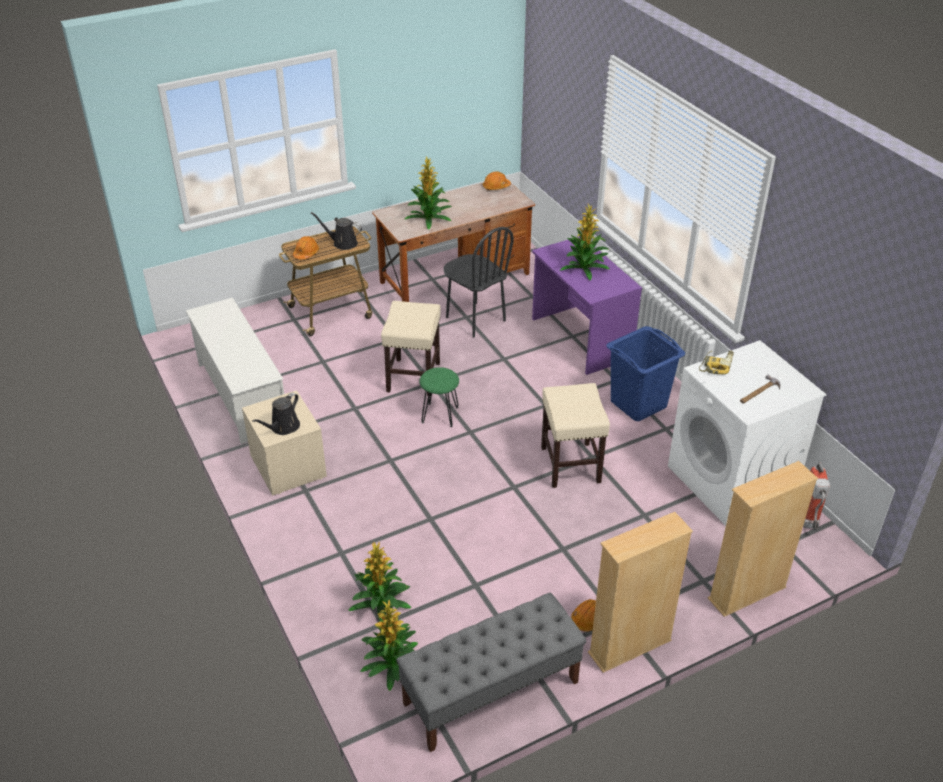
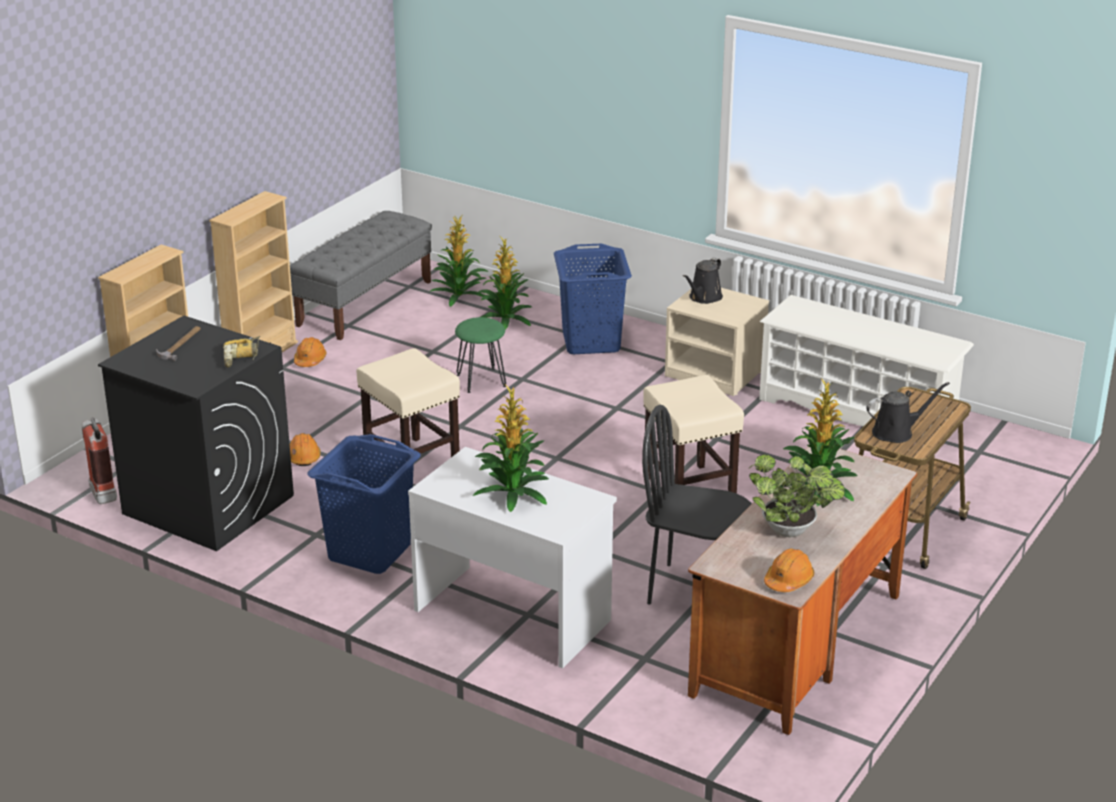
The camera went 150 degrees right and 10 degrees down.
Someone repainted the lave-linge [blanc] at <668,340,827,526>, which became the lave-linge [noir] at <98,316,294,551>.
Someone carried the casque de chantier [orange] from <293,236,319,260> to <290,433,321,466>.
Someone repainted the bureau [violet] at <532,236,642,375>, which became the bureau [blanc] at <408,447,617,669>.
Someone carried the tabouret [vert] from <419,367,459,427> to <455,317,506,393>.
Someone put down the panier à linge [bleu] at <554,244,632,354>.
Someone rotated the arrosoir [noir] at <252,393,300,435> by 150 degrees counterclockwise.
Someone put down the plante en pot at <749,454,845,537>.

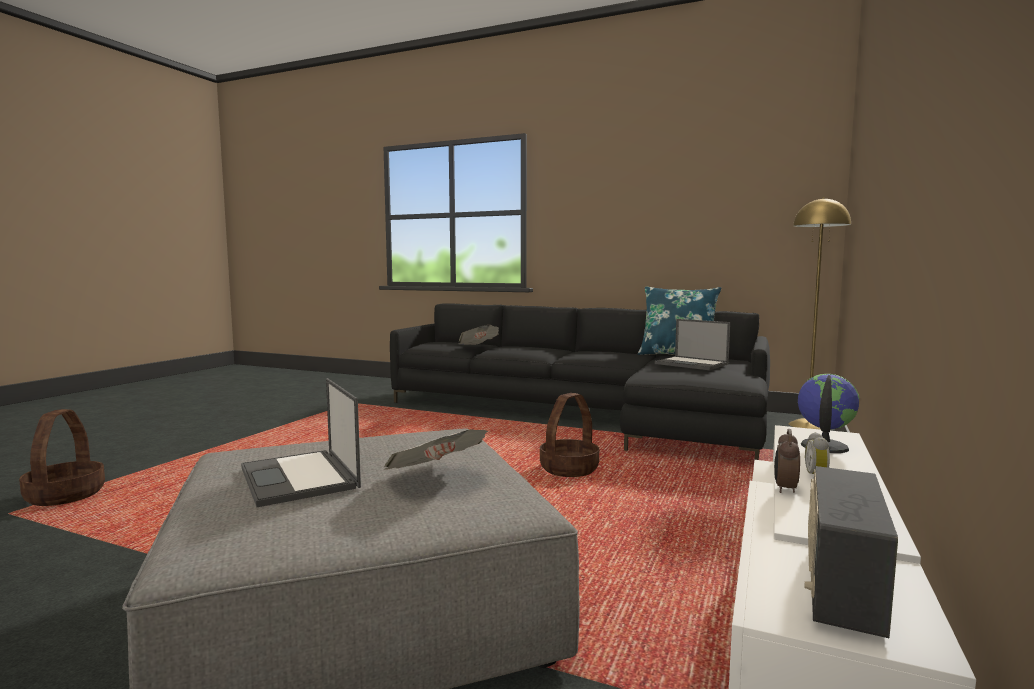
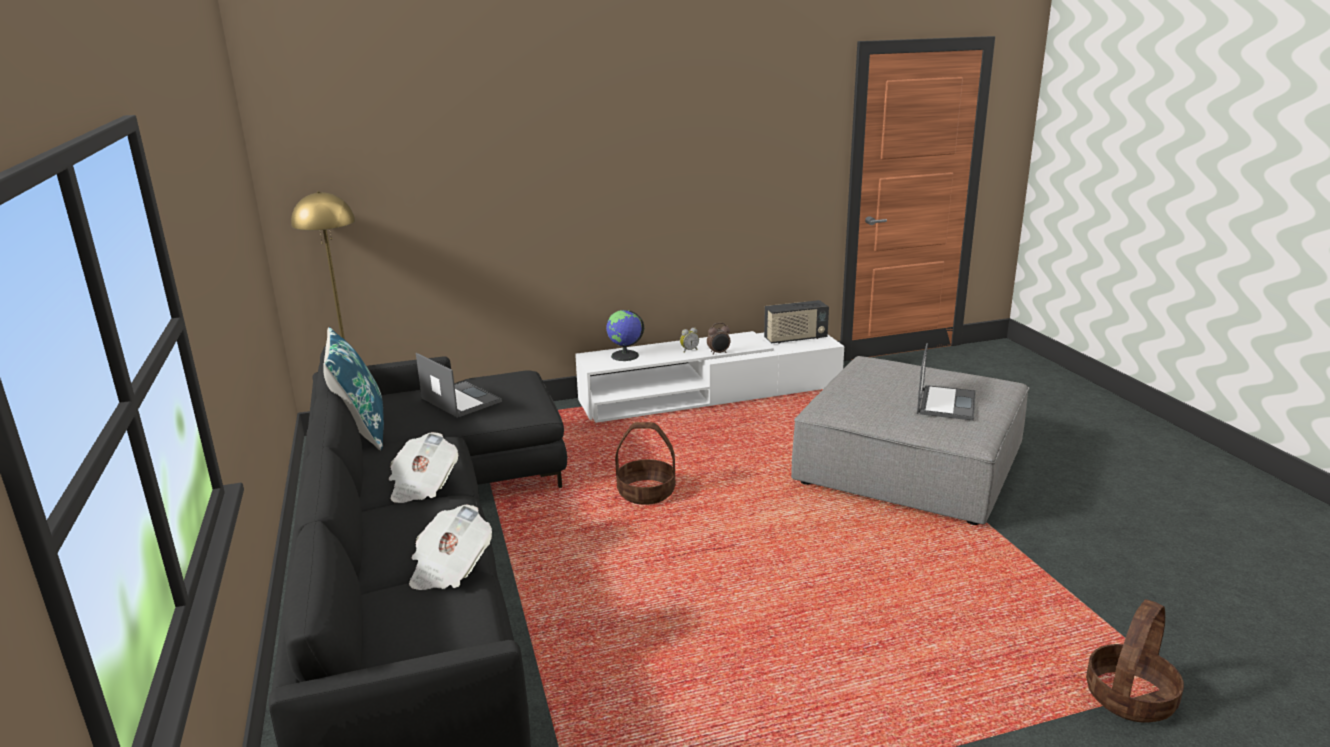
The camera went 130 degrees left and 15 degrees up.
Someone carried the journal from <384,429,488,469> to <389,432,459,503>.
Someone rotated the ordinateur portable at <655,319,730,370> by 45 degrees counterclockwise.

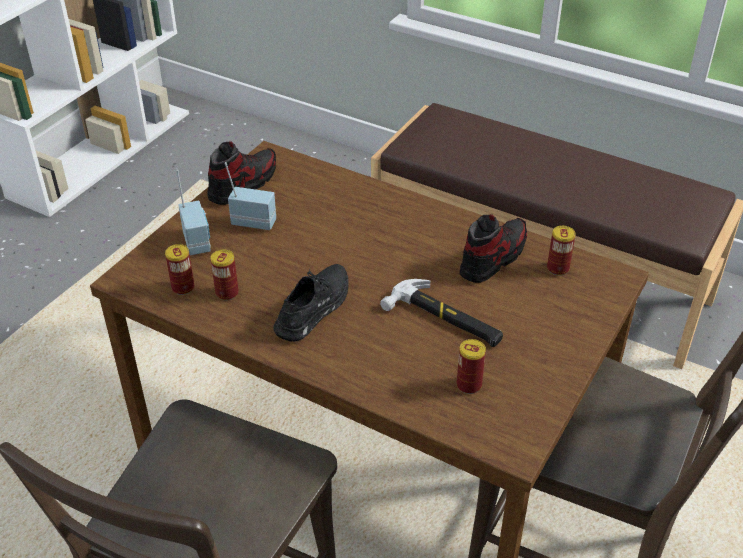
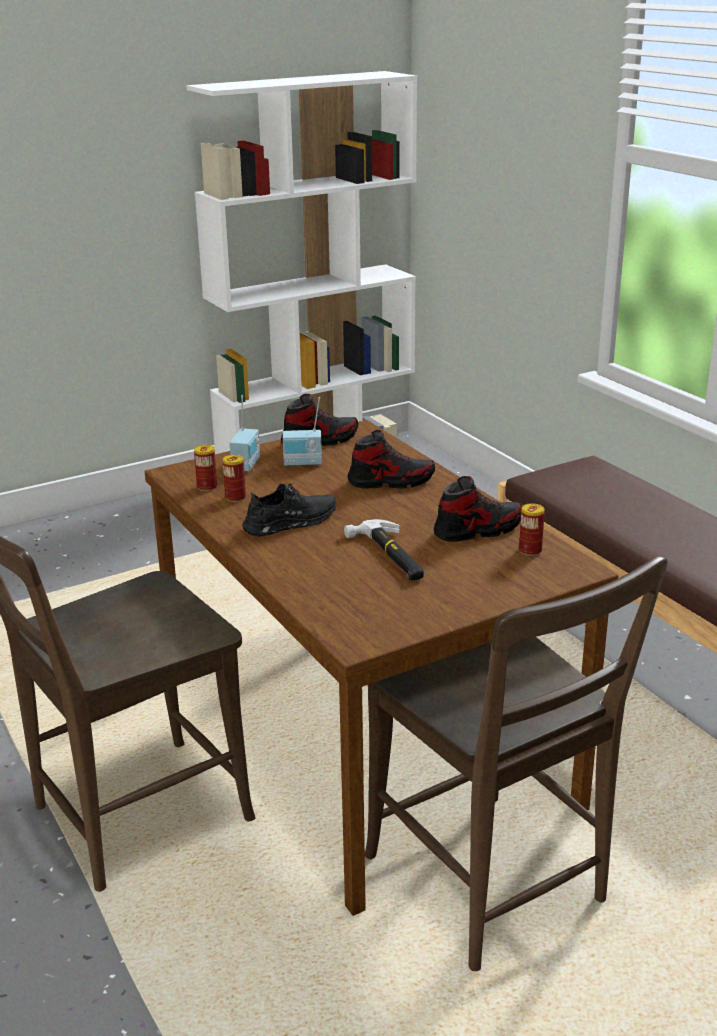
The camera went 30 degrees right and 15 degrees down.
Someone rotated the radio at <225,162,276,230> by 135 degrees clockwise.
Someone put down the chaussure at <348,430,435,489>.
Someone took away the boîte métallique at <457,339,486,394>.

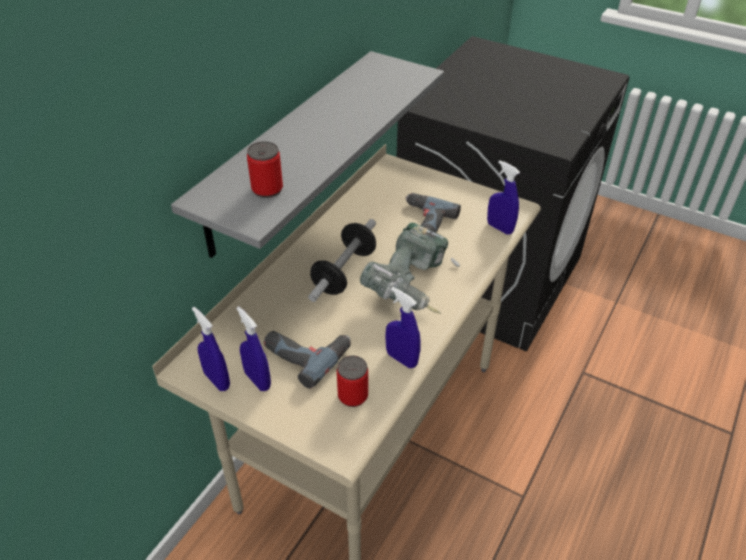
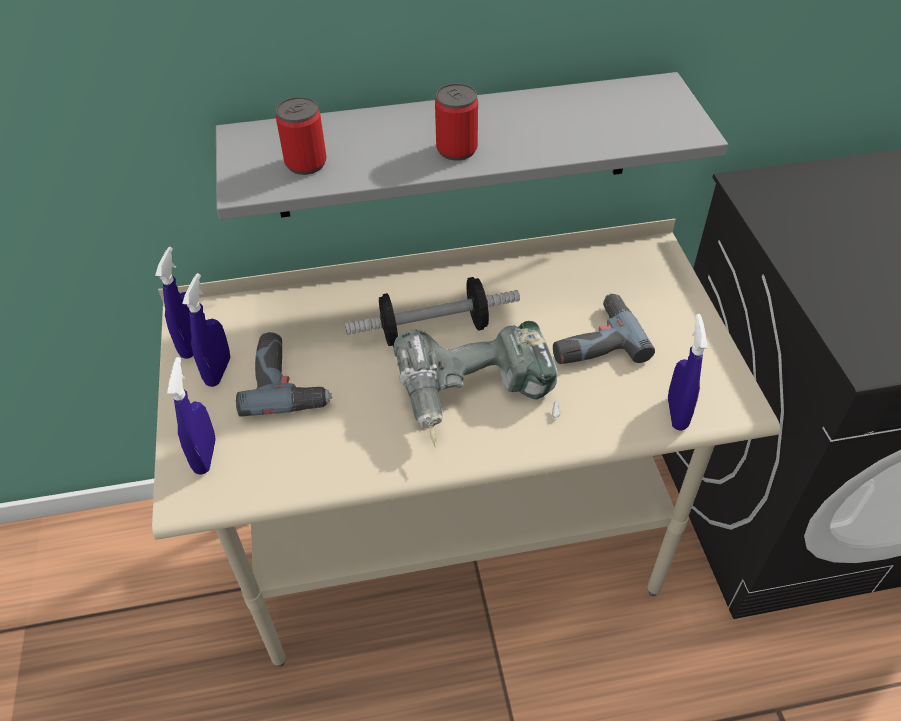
The camera went 50 degrees right and 5 degrees up.
Someone carried the vaporisateur [bleu] from <385,287,421,368> to <167,357,216,475>.
Someone carried the boîte métallique from <337,355,368,407> to <435,84,478,161>.

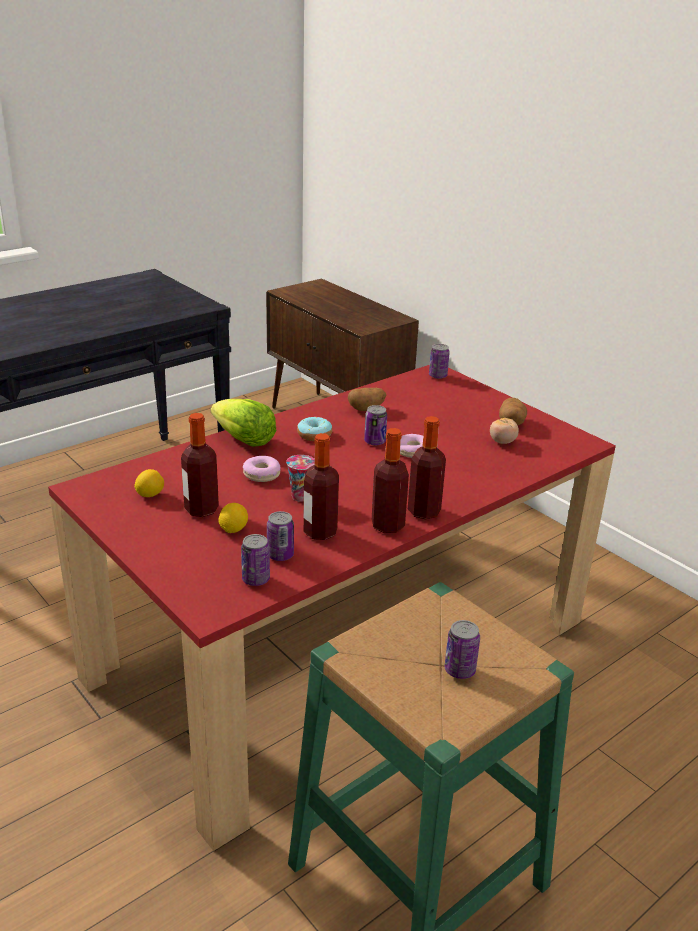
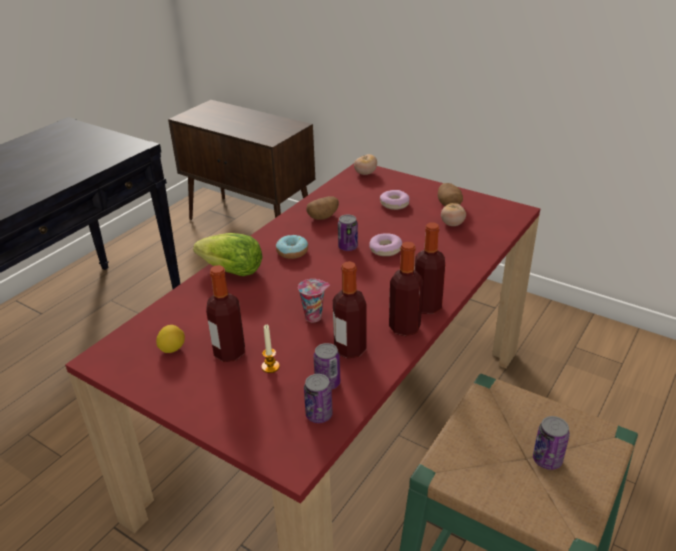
The camera went 15 degrees left and 5 degrees up.
Someone swapped the citron at <218,503,248,533> for the bougie at <261,325,280,373>.
Someone swapped the boîte métallique at <429,344,450,379> for the tomate at <354,154,377,175>.
Someone carried the beignet from <243,456,281,482> to <380,190,410,210>.

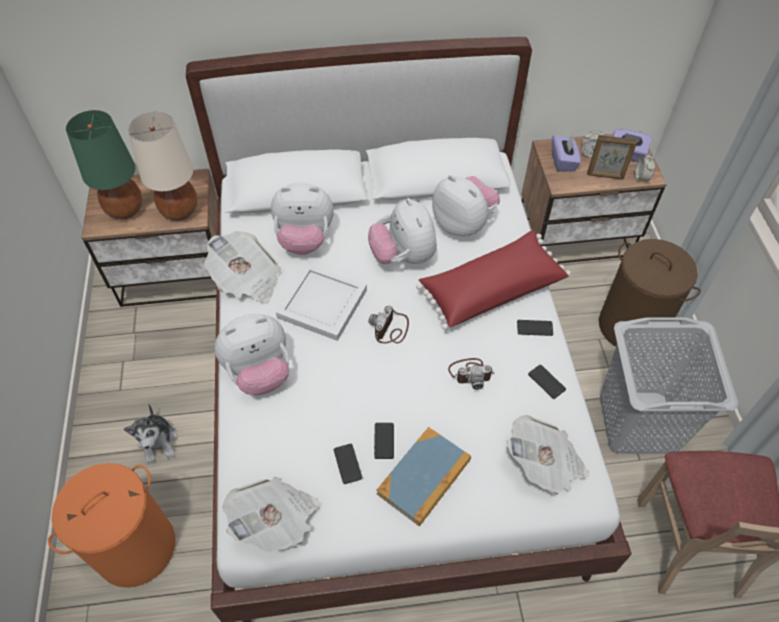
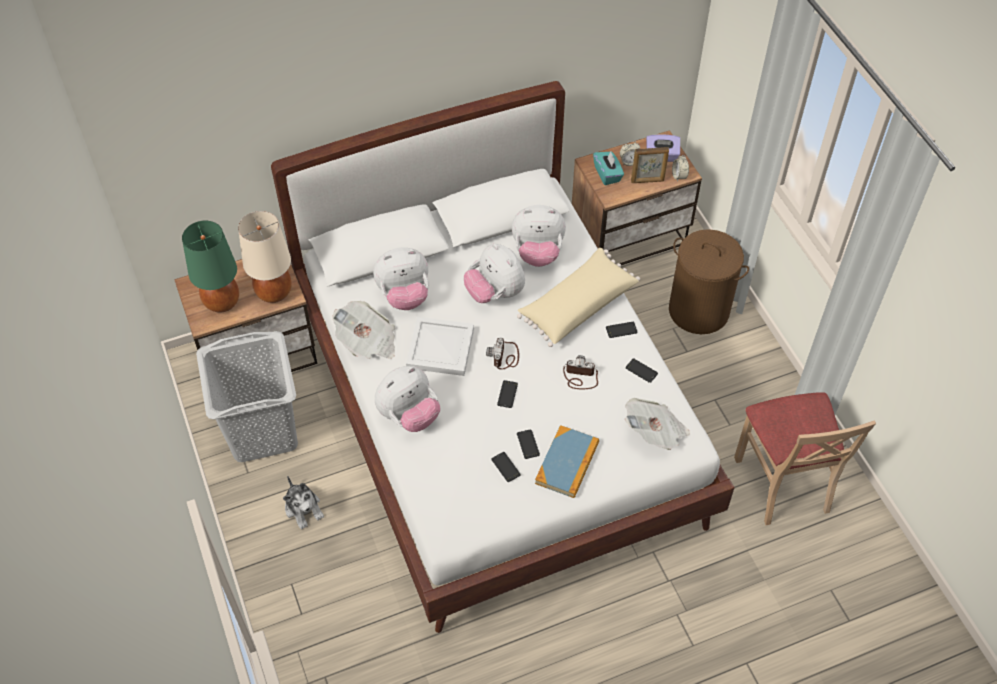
The camera went 15 degrees left and 0 degrees up.
Someone carried the panier à linge [gris] from <600,317,738,454> to <196,331,298,462>.
Someone put down the téléphone at <497,380,518,408>.
Someone rotated the peluche at <432,175,500,237> by 150 degrees clockwise.
Someone repainted the coussin [rouge] at <416,230,571,330>, which became the coussin [beige] at <517,248,640,347>.
Someone rotated the appareil photo at <448,358,495,390> by 150 degrees counterclockwise.
Someone repainted the boîte à mouchoirs [violet] at <552,135,581,172>, which became the boîte à mouchoirs [turquoise] at <593,151,624,185>.
Someone took away the panier à linge [orange] at <48,463,175,588>.
Someone took away the journal at <222,477,320,552>.

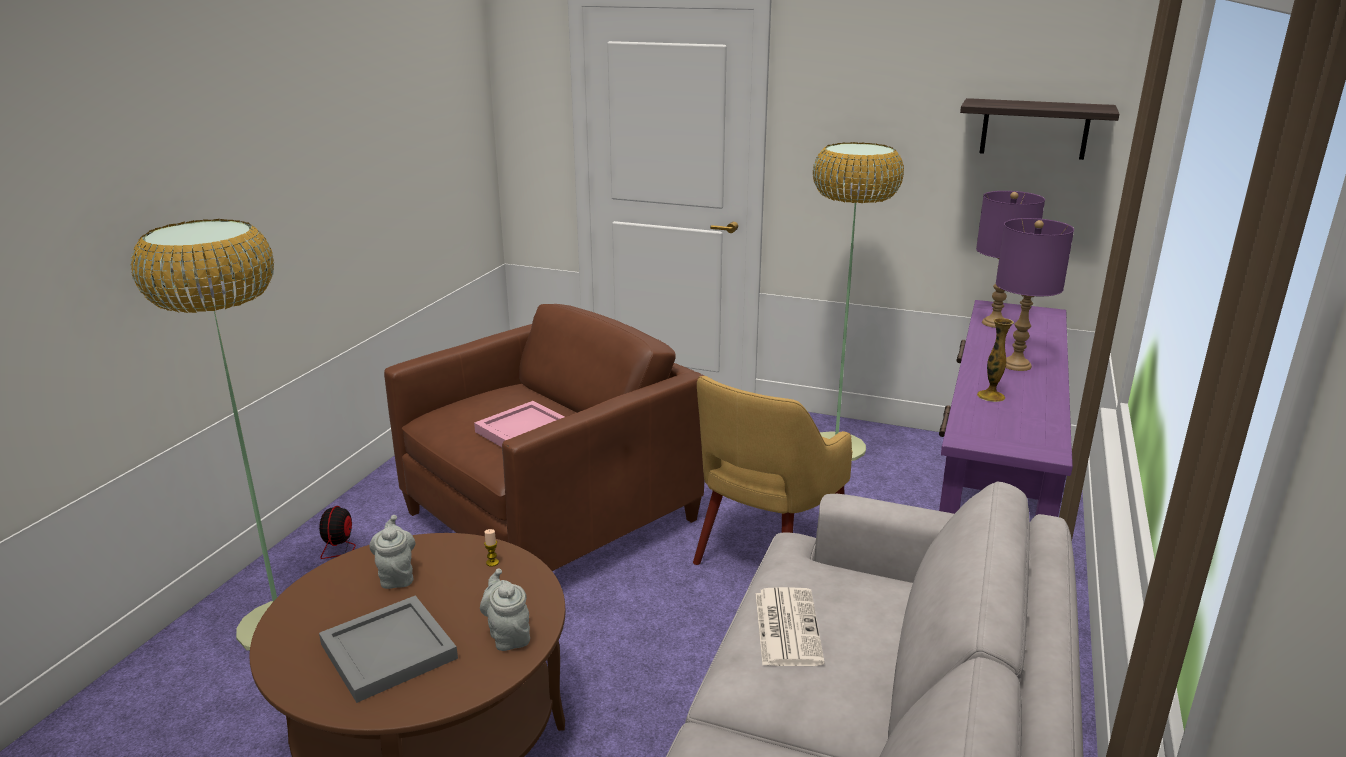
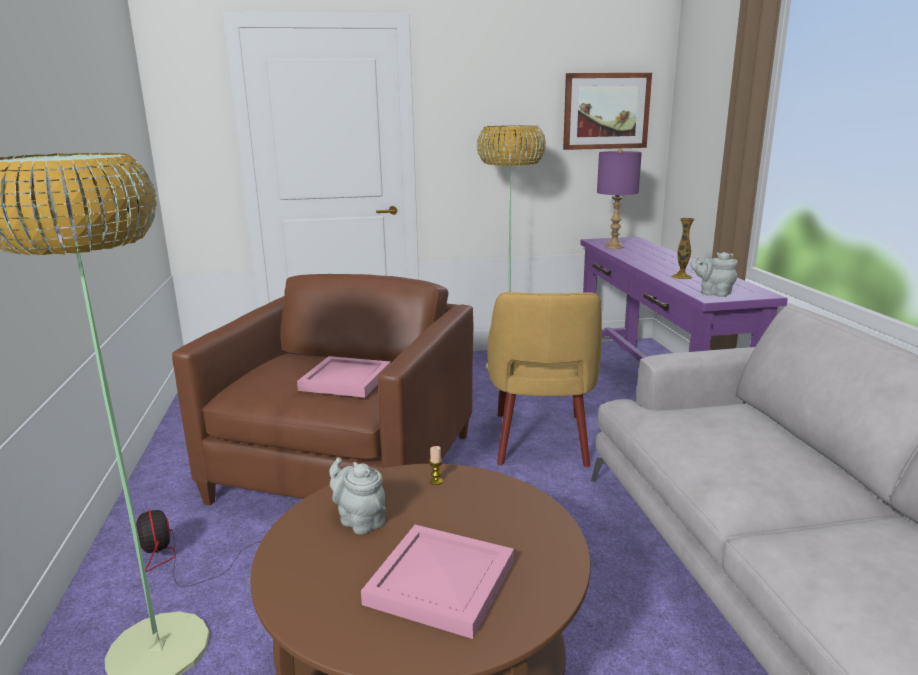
The camera went 30 degrees left and 5 degrees down.
Someone repainted the plateau [gris] at <319,595,458,703>, which became the plateau [rose] at <361,525,514,639>.
Someone swapped the étagère at <960,98,1119,160> for the tableau at <563,73,652,150>.
Someone carried the théière [gris] from <480,568,530,651> to <690,252,738,297>.
Someone took away the journal at <756,587,825,666>.
Someone took away the lampe de table [violet] at <996,218,1074,371>.

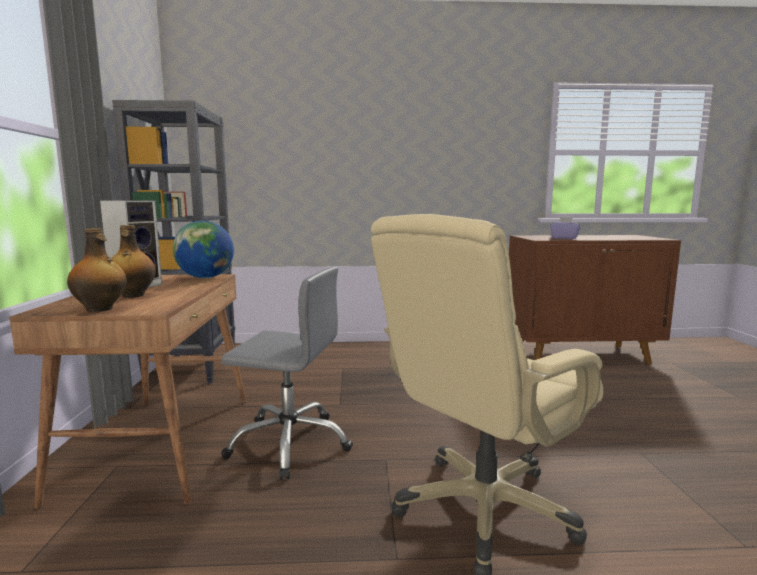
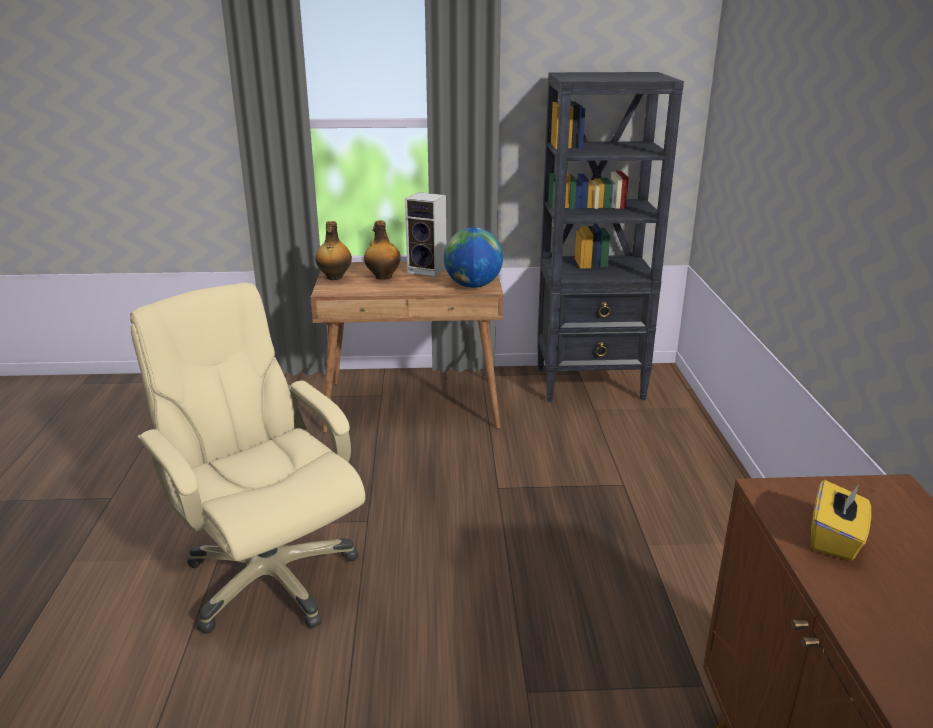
The camera went 90 degrees right and 15 degrees up.
Someone repainted the boîte à mouchoirs [violet] at <550,217,580,239>, which became the boîte à mouchoirs [jaune] at <811,480,871,561>.
Someone took away the chaise de bureau [gris] at <221,266,353,480>.

